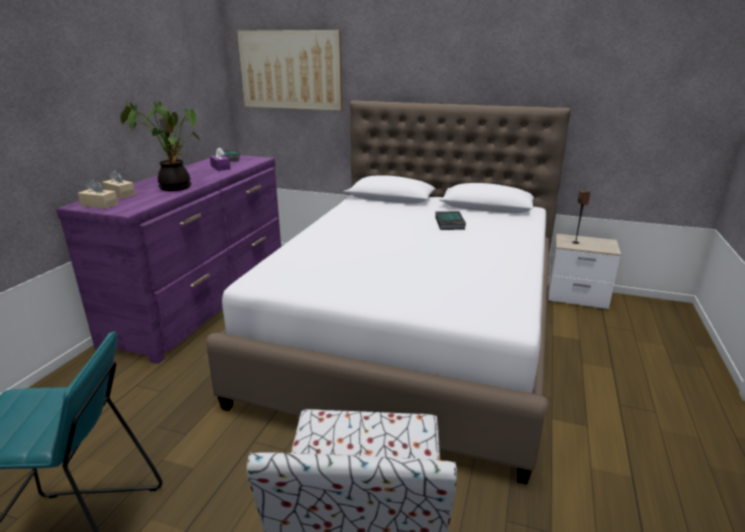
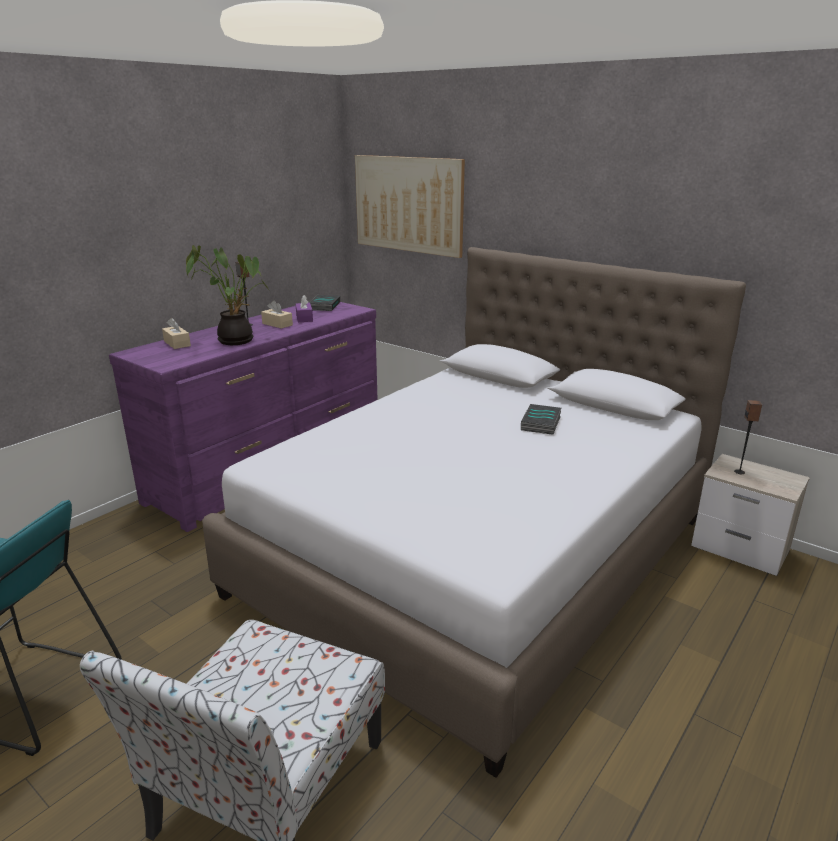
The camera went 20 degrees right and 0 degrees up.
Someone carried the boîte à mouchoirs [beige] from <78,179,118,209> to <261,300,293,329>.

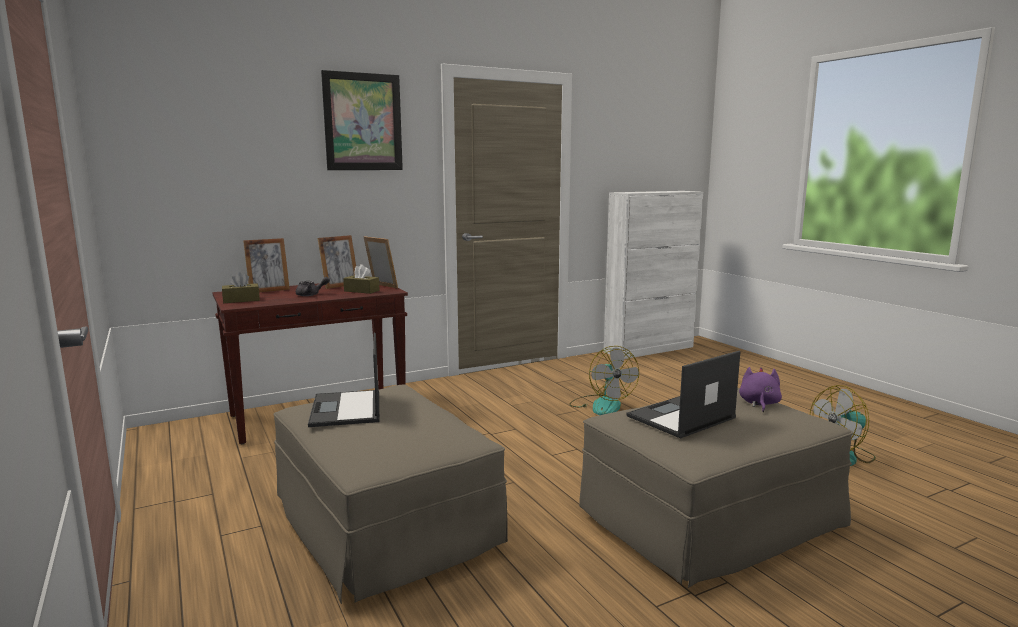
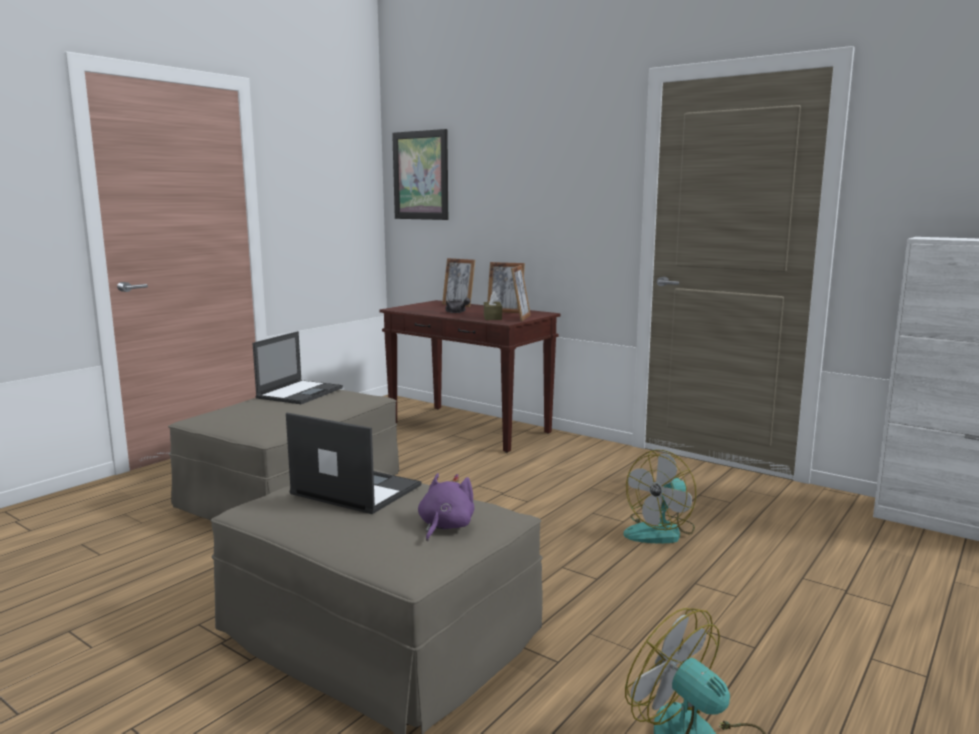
The camera went 65 degrees right and 0 degrees up.
Someone rotated the ordinateur portable at <308,333,380,427> by 150 degrees clockwise.
Someone carried the tableau from <321,70,403,170> to <392,129,448,220>.
Someone rotated the peluche [violet] at <739,367,782,412> by 60 degrees counterclockwise.
Someone took away the boîte à mouchoirs [marron] at <222,272,260,303>.

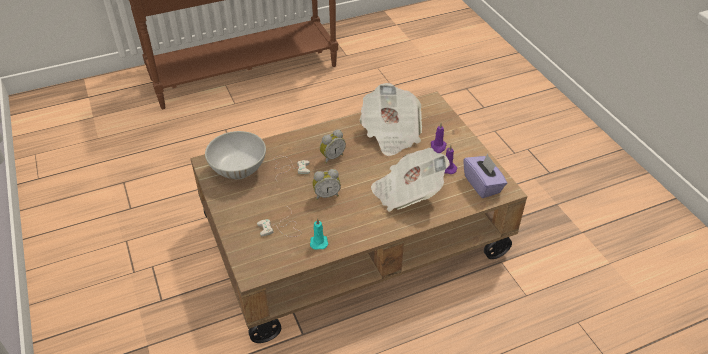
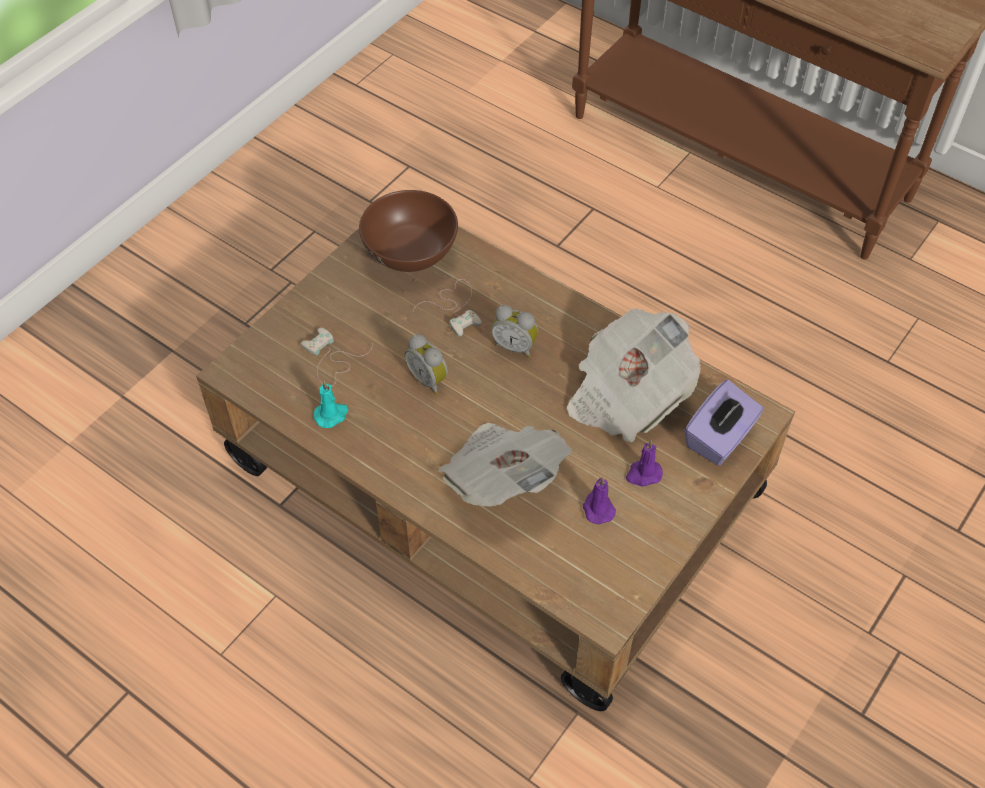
The camera went 60 degrees right and 10 degrees up.
Someone repainted the bol [blanc] at <205,131,266,179>, which became the bol [marron] at <359,190,458,272>.
Someone carried the boîte à mouchoirs [violet] from <463,153,507,198> to <684,380,763,465>.

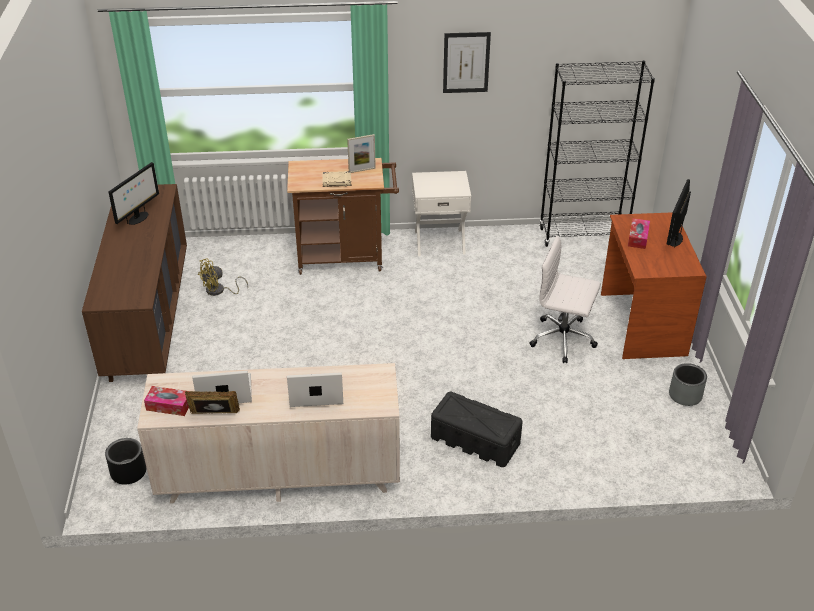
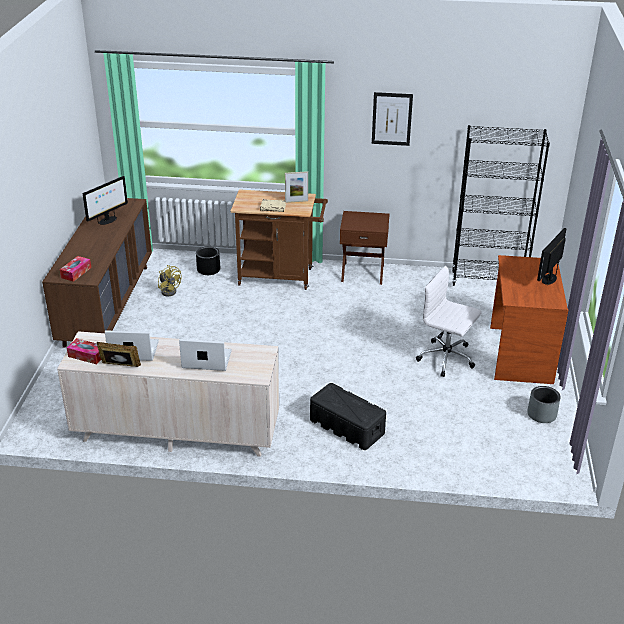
The camera went 10 degrees right and 5 degrees down.
Someone carried the boîte à mouchoirs from <628,218,650,249> to <60,256,91,282>.
Someone rotated the ventilateur [jaune] at <198,258,248,296> by 105 degrees counterclockwise.
Someone carried the cache-pot [noir] from <105,438,146,485> to <196,246,220,275>.
Someone repainted the table de chevet [blanc] at <412,171,471,256>, which became the table de chevet [marron] at <340,211,390,285>.

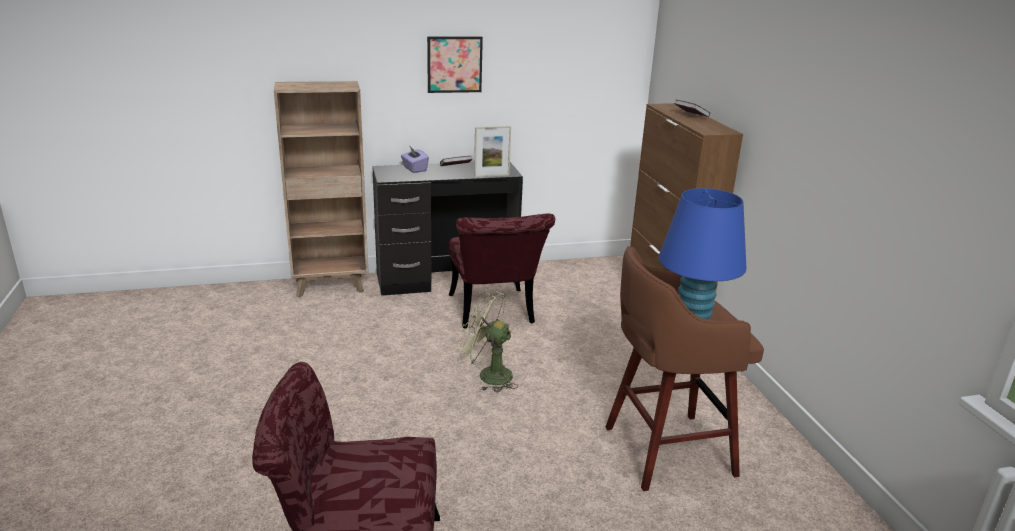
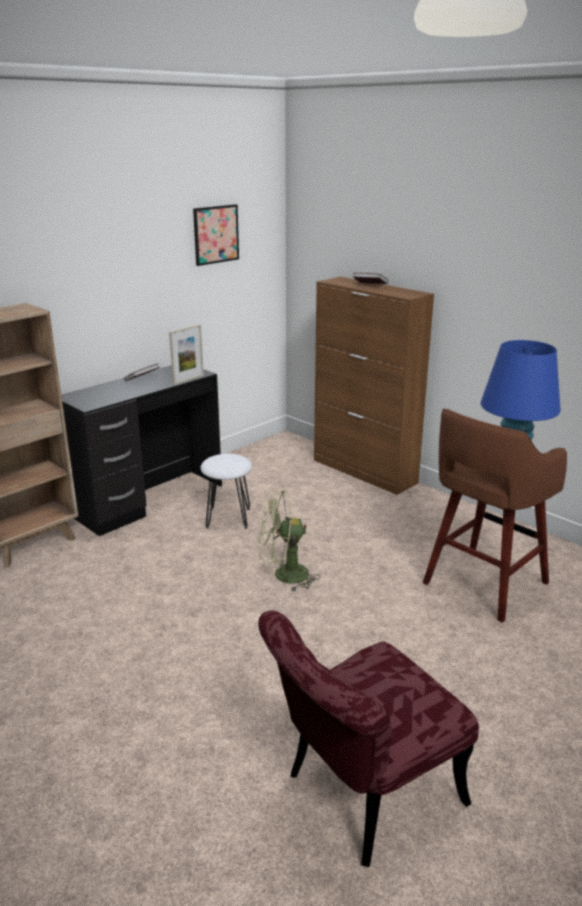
The camera went 30 degrees left and 0 degrees up.
Someone carried the tableau from <427,36,483,93> to <193,204,239,266>.
Someone swapped the chaise [rouge] at <449,214,555,329> for the tabouret [blanc] at <200,454,252,529>.
Someone took away the boîte à mouchoirs [violet] at <401,147,429,173>.

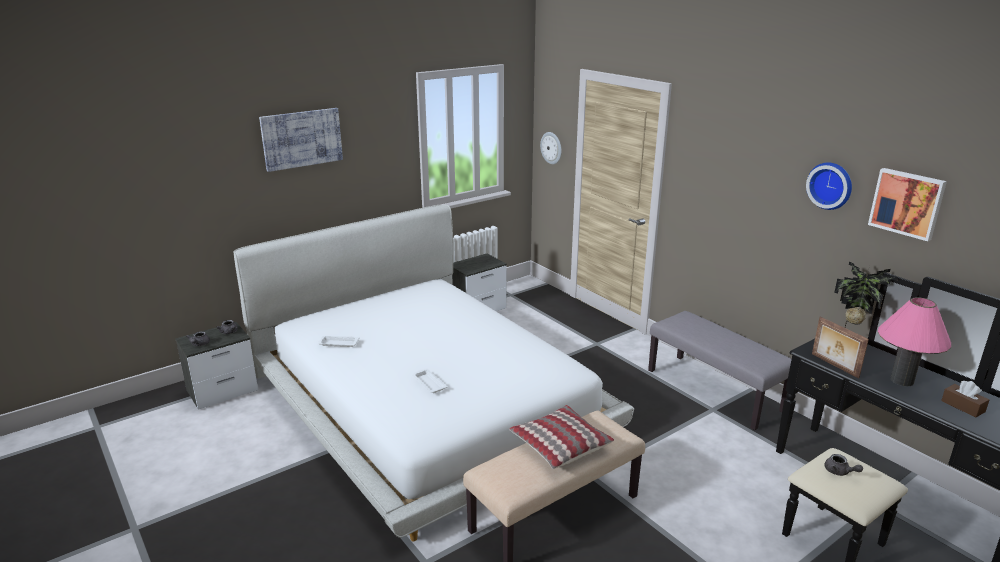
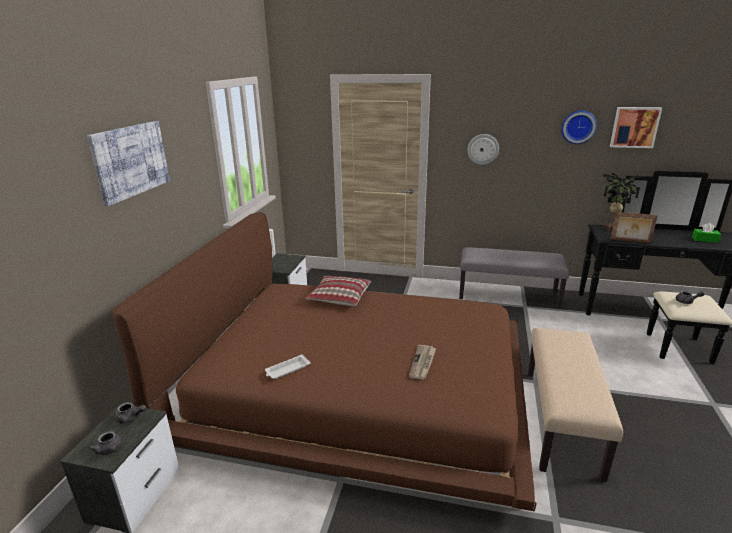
The camera went 40 degrees left and 0 degrees up.
Someone repainted the lit [blanc] at <233,205,634,541>, which became the lit [marron] at <112,212,537,512>.
Someone carried the coussin from <509,405,614,469> to <305,275,371,306>.
Someone swapped the plateau [blanc] at <412,369,447,393> for the journal at <409,345,436,380>.
Someone carried the horloge murale from <540,132,562,164> to <467,134,499,165>.
Someone repainted the boîte à mouchoirs [marron] at <941,381,989,417>, which became the boîte à mouchoirs [vert] at <692,223,721,243>.
Someone took away the lampe de table [rose] at <878,297,951,386>.

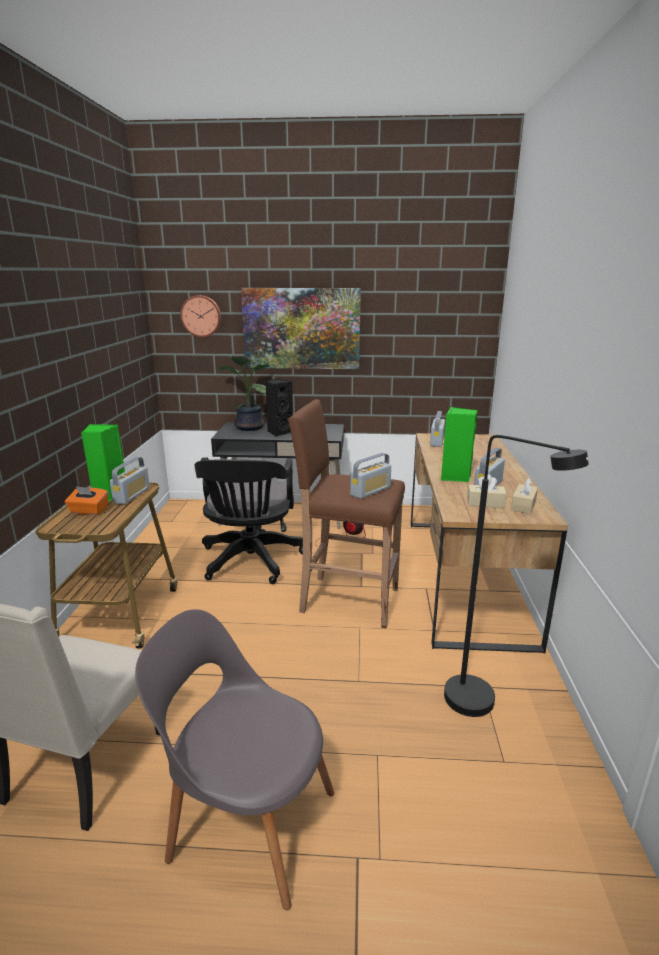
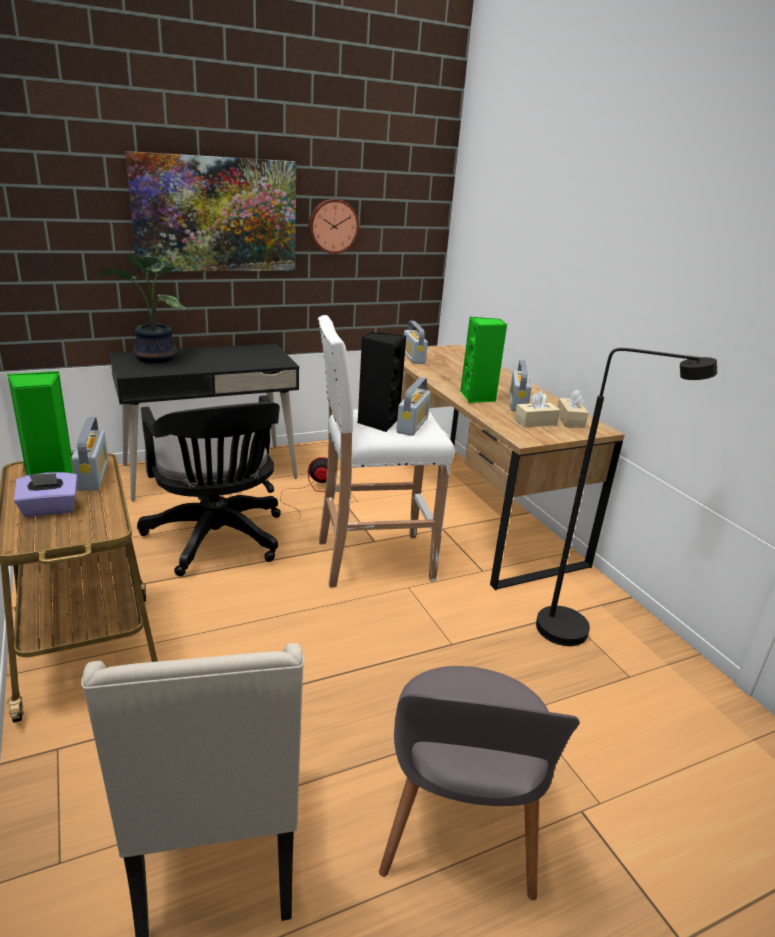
The camera went 30 degrees left and 5 degrees up.
Someone repainted the boîte à mouchoirs [orange] at <65,486,109,515>, which became the boîte à mouchoirs [violet] at <14,472,78,517>.
Someone carried the horloge murale from <180,295,221,337> to <309,199,359,254>.
Someone repainted the tabouret [marron] at <288,399,405,628>, which became the tabouret [blanc] at <318,315,455,587>.
Someone carried the enceinte [noir] from <265,379,293,436> to <358,332,406,432>.
Someone rotated the chaise [gris] at <135,609,334,910> by 75 degrees counterclockwise.

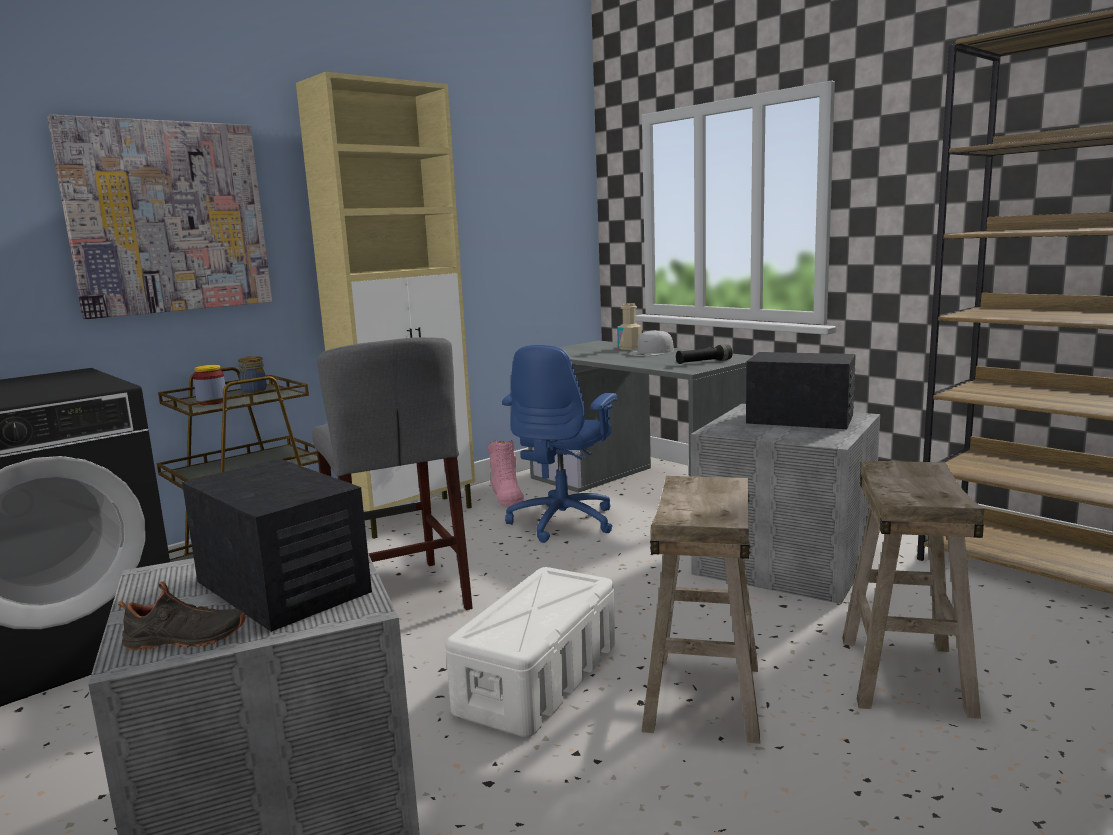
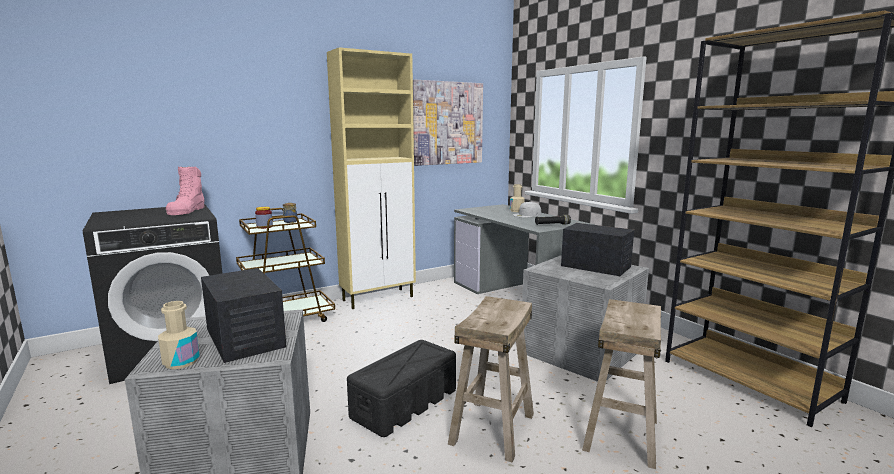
The camera went 10 degrees right and 0 degrees up.
Someone swapped the chaussure [noir] at <118,581,246,651> for the bouteille [beige] at <158,301,200,369>.
Someone carried the botte [rose] from <488,440,524,506> to <166,167,204,215>.
Someone repainted the boîte de rangement [blanc] at <445,567,615,737>, which became the boîte de rangement [noir] at <347,340,456,437>.
Someone carried the tableau from <47,114,272,319> to <413,80,483,166>.
Someone took away the tabouret [gris] at <312,337,473,610>.
Someone took away the chaise de bureau [bleu] at <502,345,617,543>.

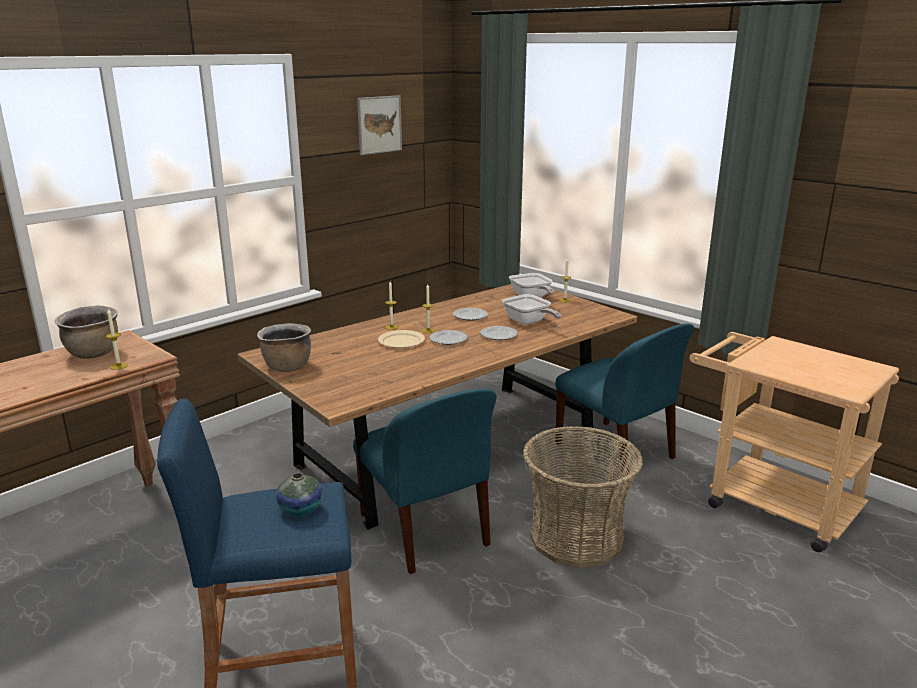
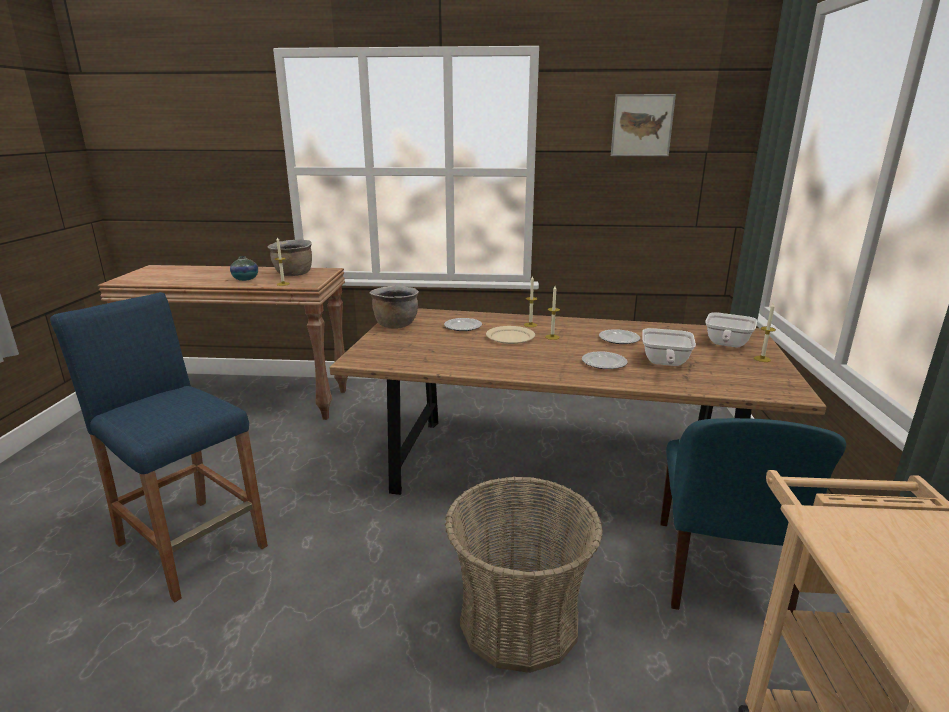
The camera went 50 degrees right and 0 degrees up.
Someone carried the vase from <276,473,323,516> to <230,256,258,281>.
Someone carried the assiette from <430,330,467,345> to <444,318,482,331>.
Someone took away the chaise [bleu] at <353,388,497,574>.

